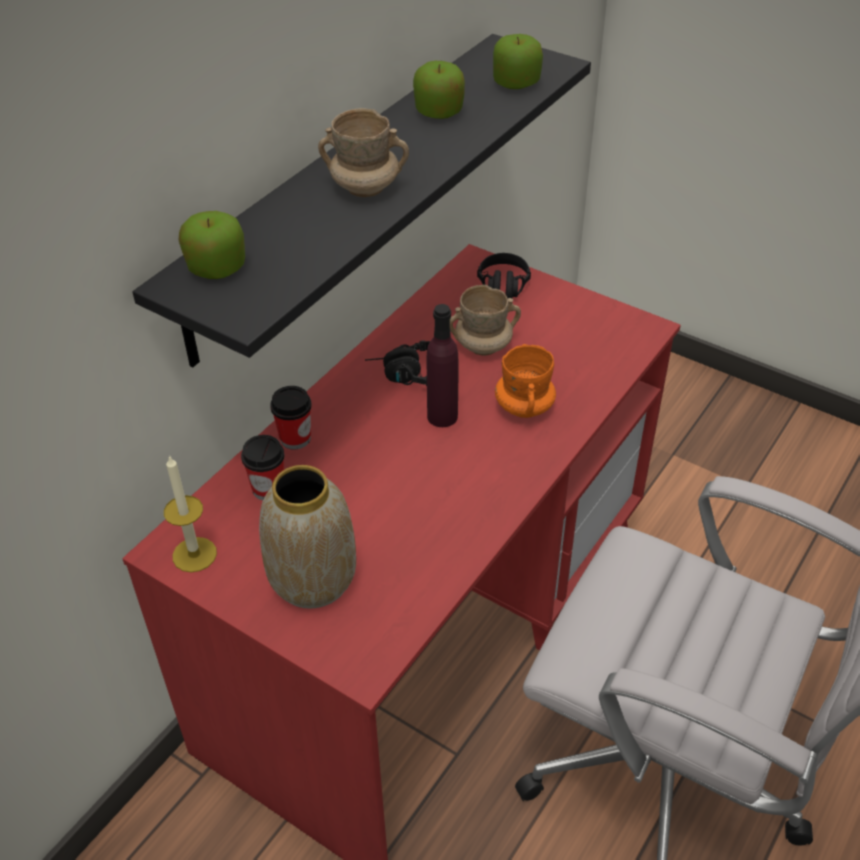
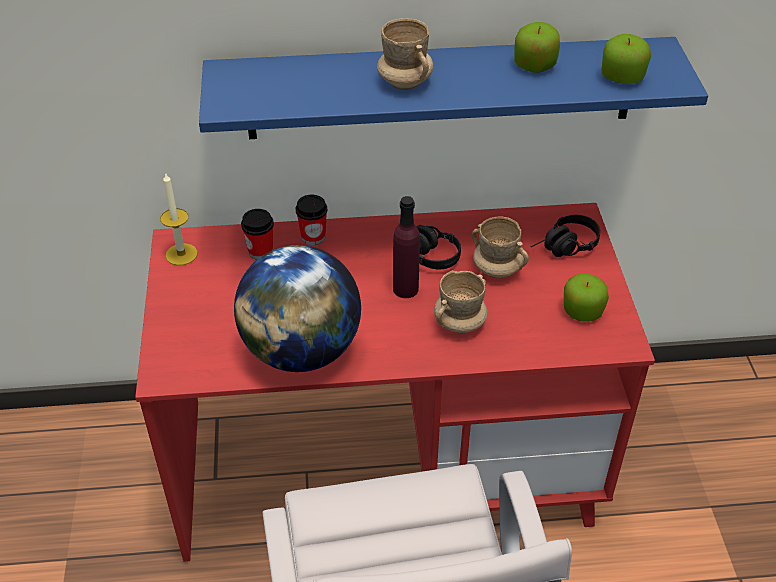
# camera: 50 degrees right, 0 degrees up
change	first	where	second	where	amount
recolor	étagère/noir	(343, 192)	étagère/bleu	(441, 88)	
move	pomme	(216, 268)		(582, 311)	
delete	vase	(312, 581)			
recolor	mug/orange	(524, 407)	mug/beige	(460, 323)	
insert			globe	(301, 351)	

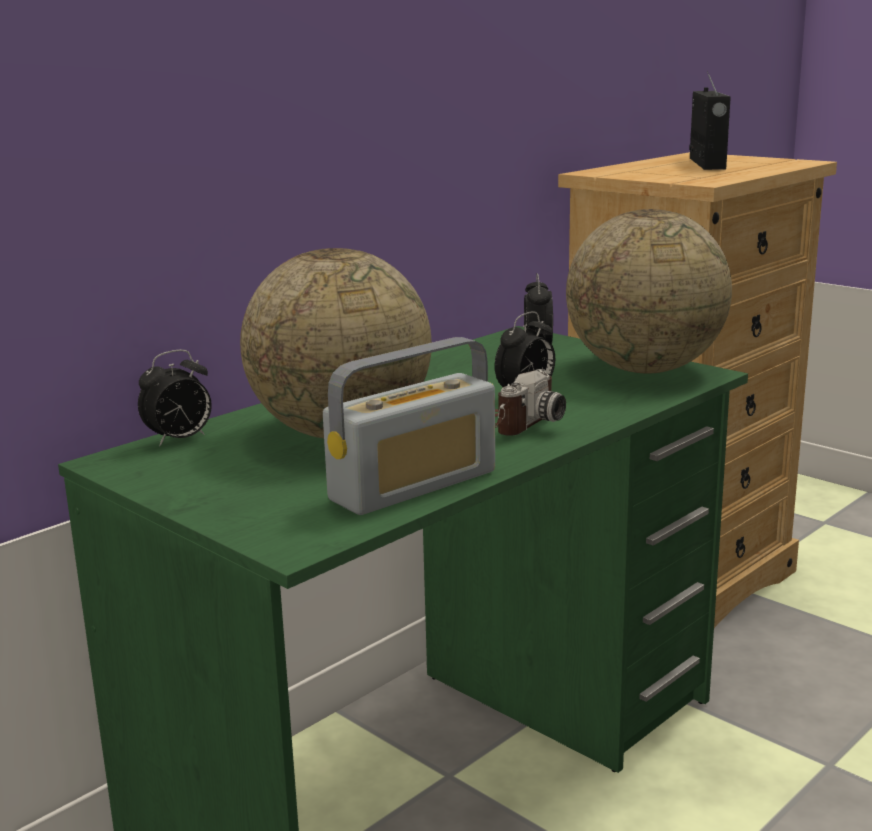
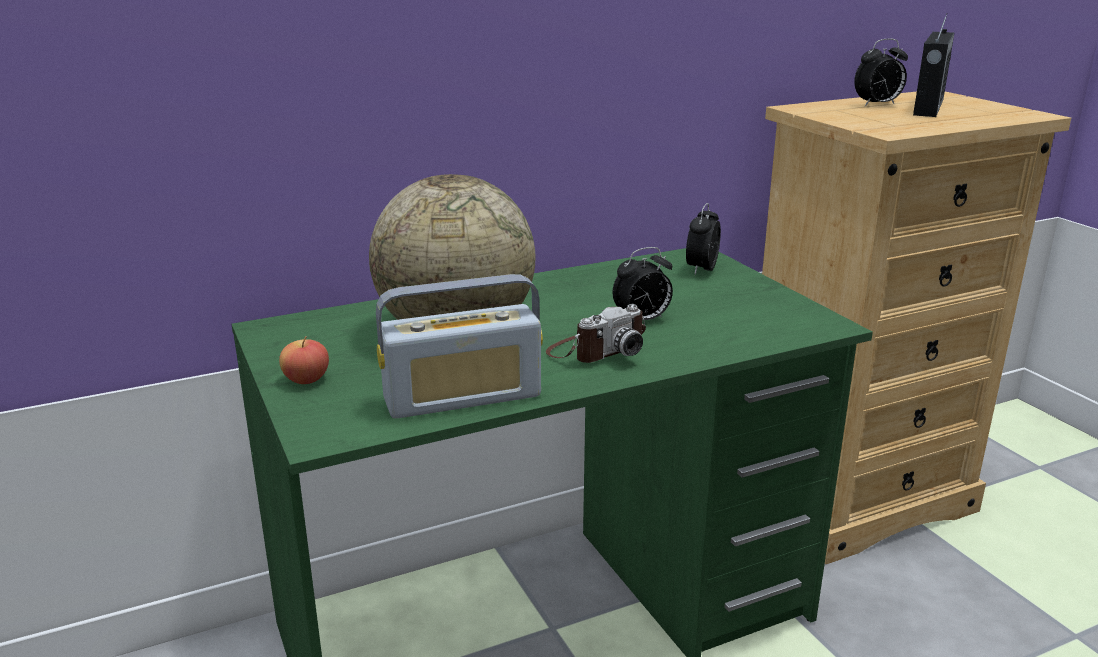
# camera: 20 degrees right, 5 degrees up
change	first	where	second	where	amount
move	réveil	(179, 440)		(877, 105)	
delete	globe	(644, 369)			
insert			pomme	(306, 379)	

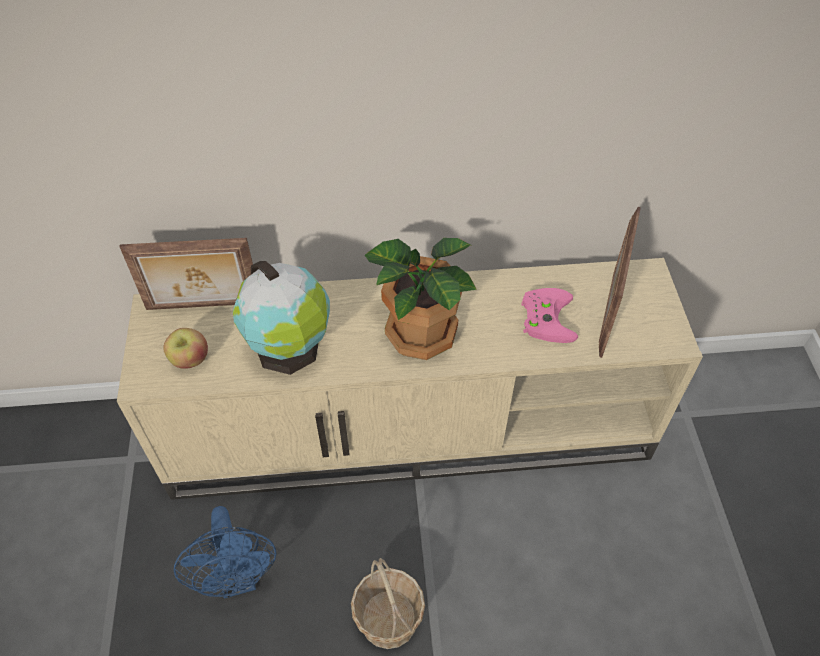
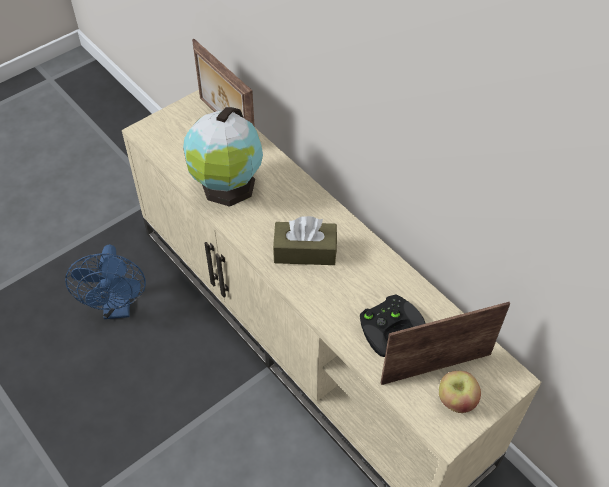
# camera: 55 degrees right, 0 degrees up
change	first	where	second	where	amount
move	pomme	(190, 360)		(456, 401)	
rotate	ventilateur/bleu	(238, 578)		(118, 307)	45 degrees counterclockwise
delete	panier	(388, 619)			
replace	plante en pot	(420, 332)	boîte à mouchoirs/marron	(305, 251)	
recolor	manette/rose	(545, 316)	manette/noir	(390, 324)	

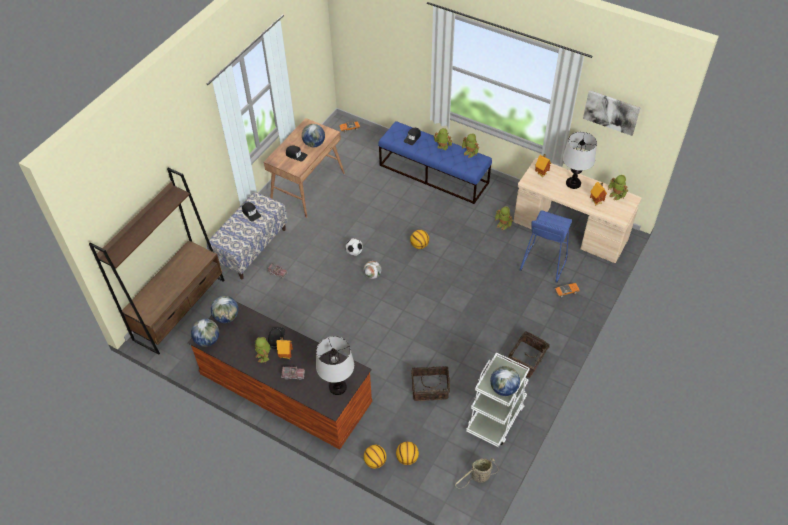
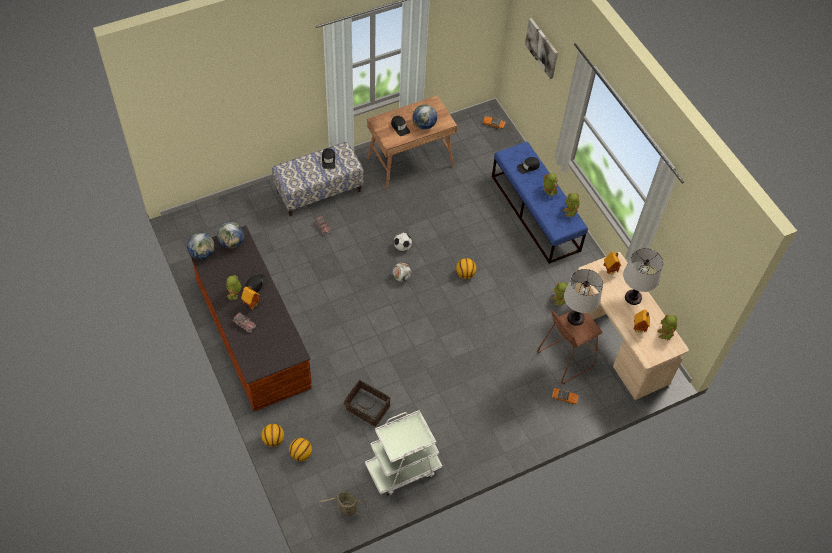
# camera: 30 degrees right, 5 degrees up
change	first	where	second	where	amount
delete	bibliothèque/marron	(180, 309)			
move	lampe de table	(337, 387)		(575, 318)	
delete	globe	(503, 388)			
delete	panier	(526, 361)			
recolor	tabouret/bleu	(543, 263)	tabouret/marron	(565, 359)	
move	tableau	(611, 112)		(542, 48)	

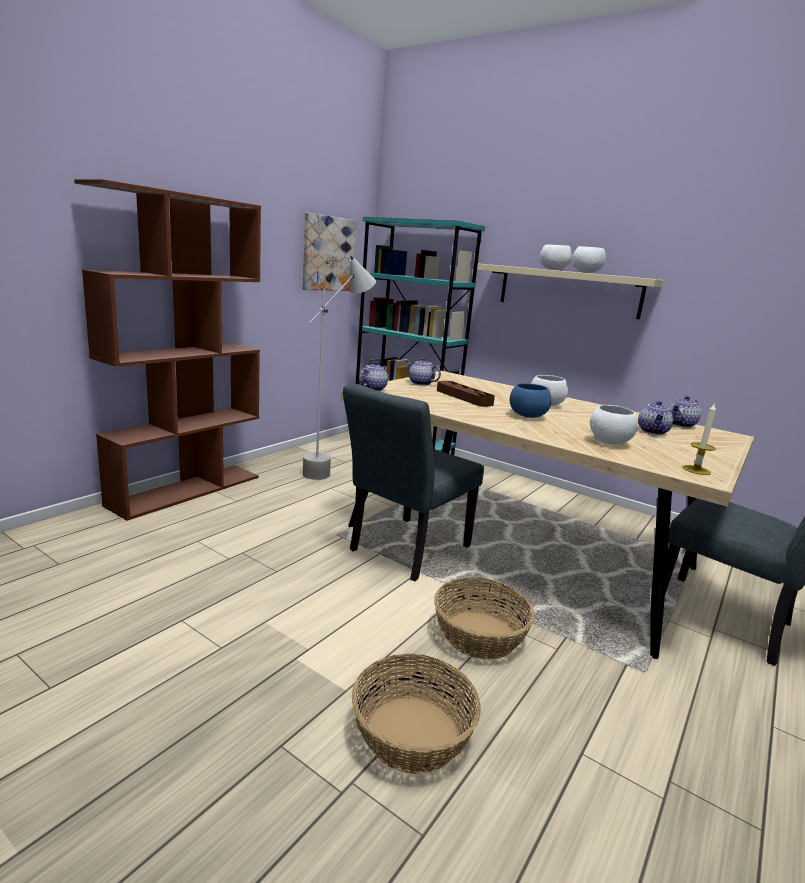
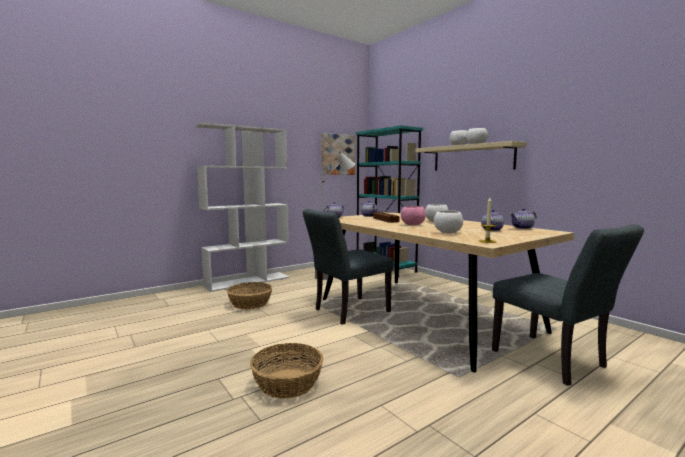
# camera: 20 degrees right, 10 degrees down
change	first	where	second	where	amount
recolor	bibliothèque/marron	(187, 490)	bibliothèque/blanc	(248, 281)	
move	panier	(478, 634)		(250, 303)	
recolor	bol/bleu	(527, 416)	bol/rose	(413, 225)	

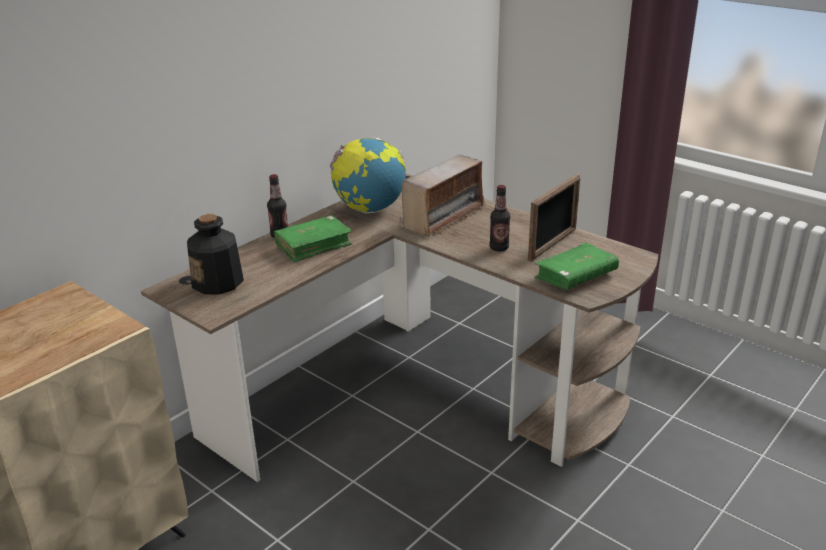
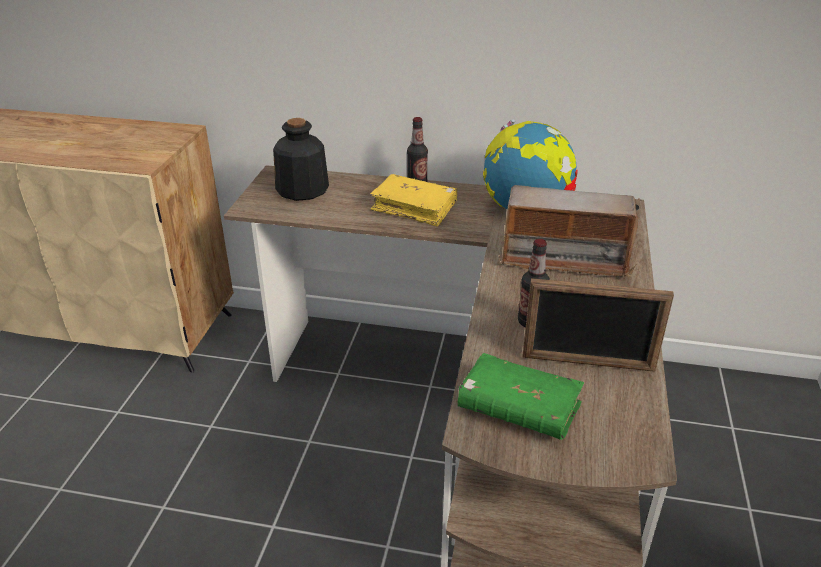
# camera: 60 degrees right, 5 degrees up
change	first	where	second	where	amount
recolor	livre/vert	(313, 245)	livre/jaune	(414, 208)	

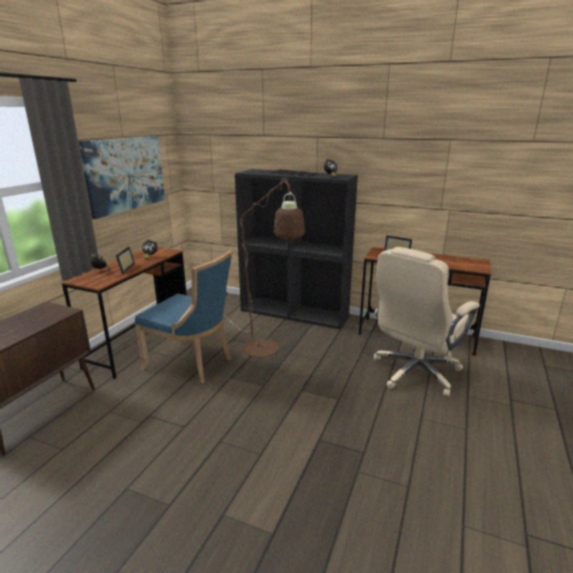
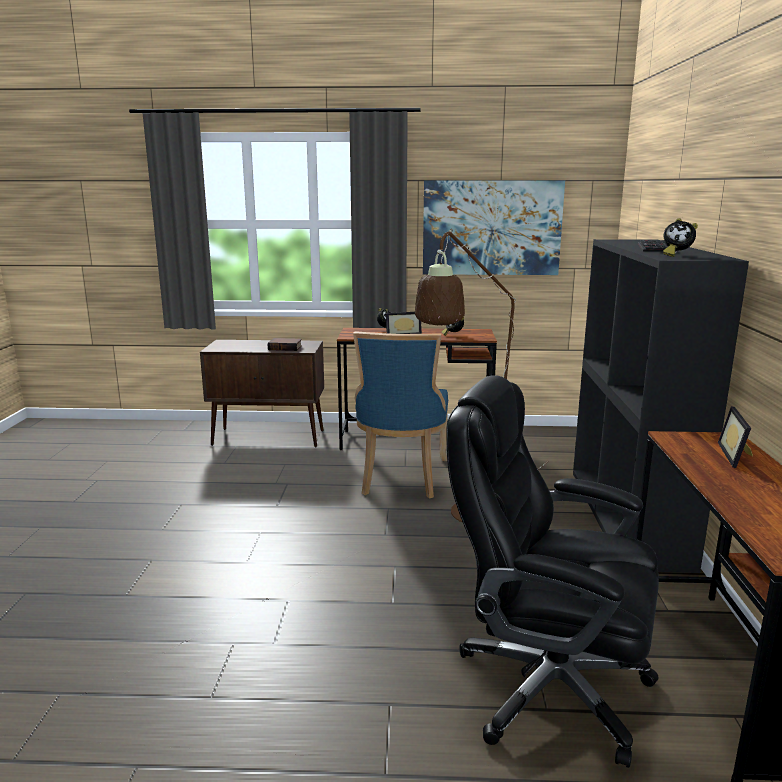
# camera: 70 degrees right, 5 degrees down
change	first	where	second	where	amount
recolor	chaise de bureau/beige	(415, 372)	chaise de bureau/noir	(547, 687)	
insert			livre	(286, 347)	

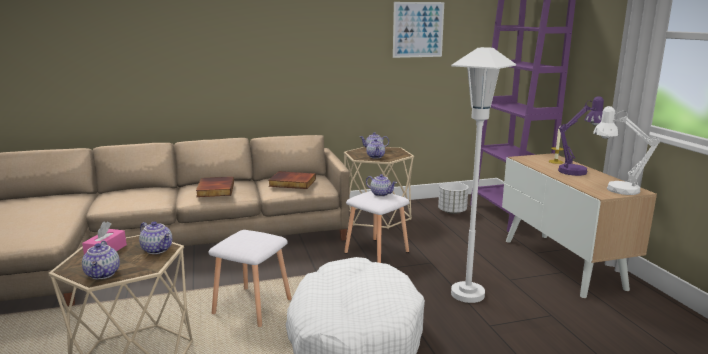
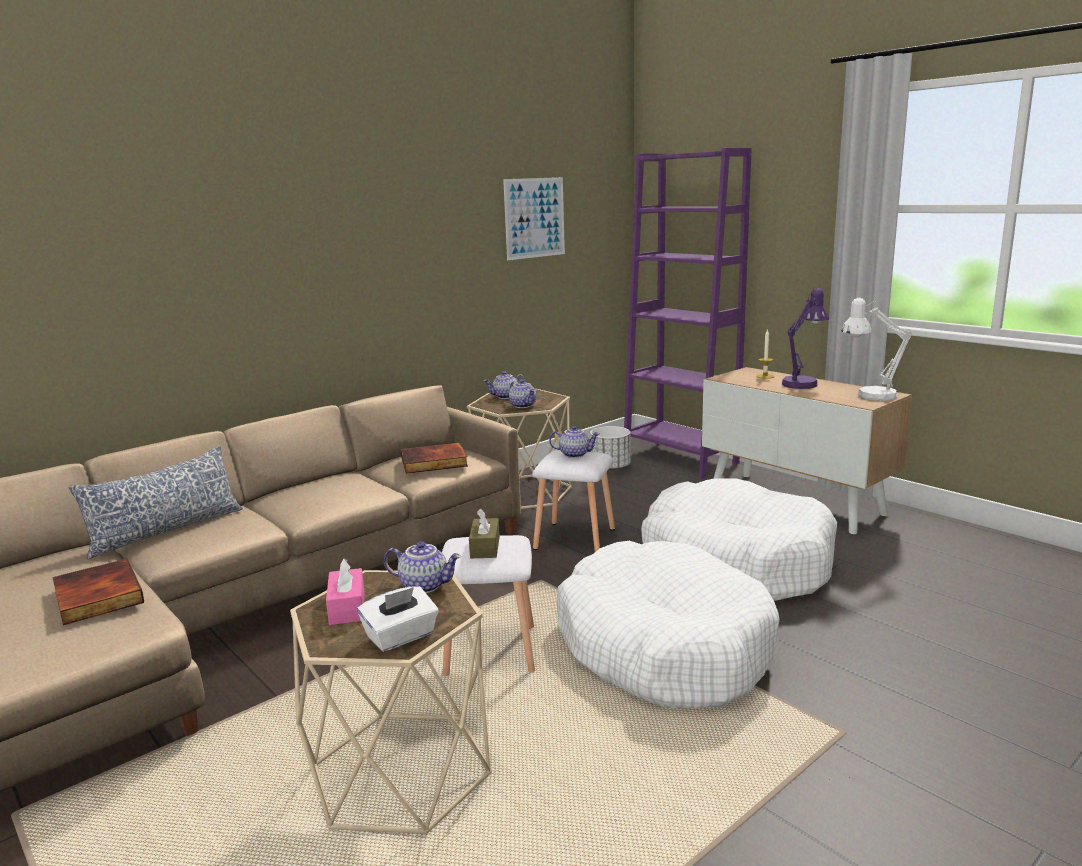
# camera: 25 degrees left, 0 degrees up
change	first	where	second	where	amount
replace	théière	(103, 274)	boîte à mouchoirs/blanc	(401, 637)	
move	livre	(214, 189)		(96, 596)	
replace	lampadaire/blanc	(467, 294)	panier pour chien/blanc	(736, 561)	
insert			coussin	(165, 530)	
insert			boîte à mouchoirs/marron	(485, 547)	

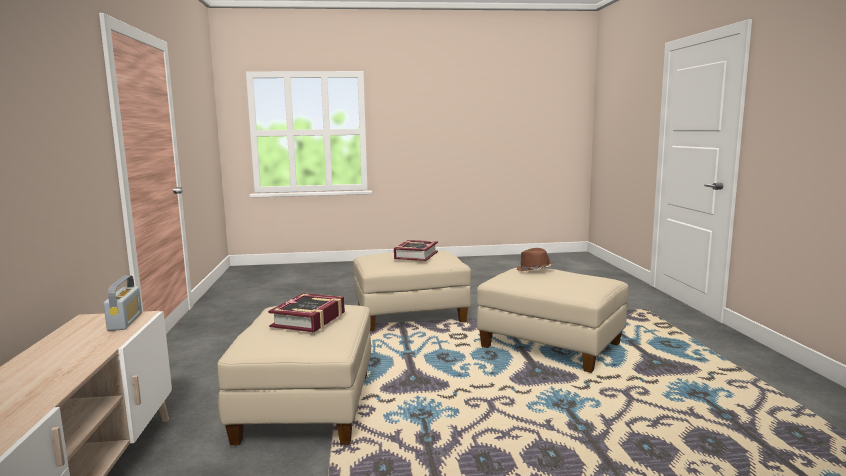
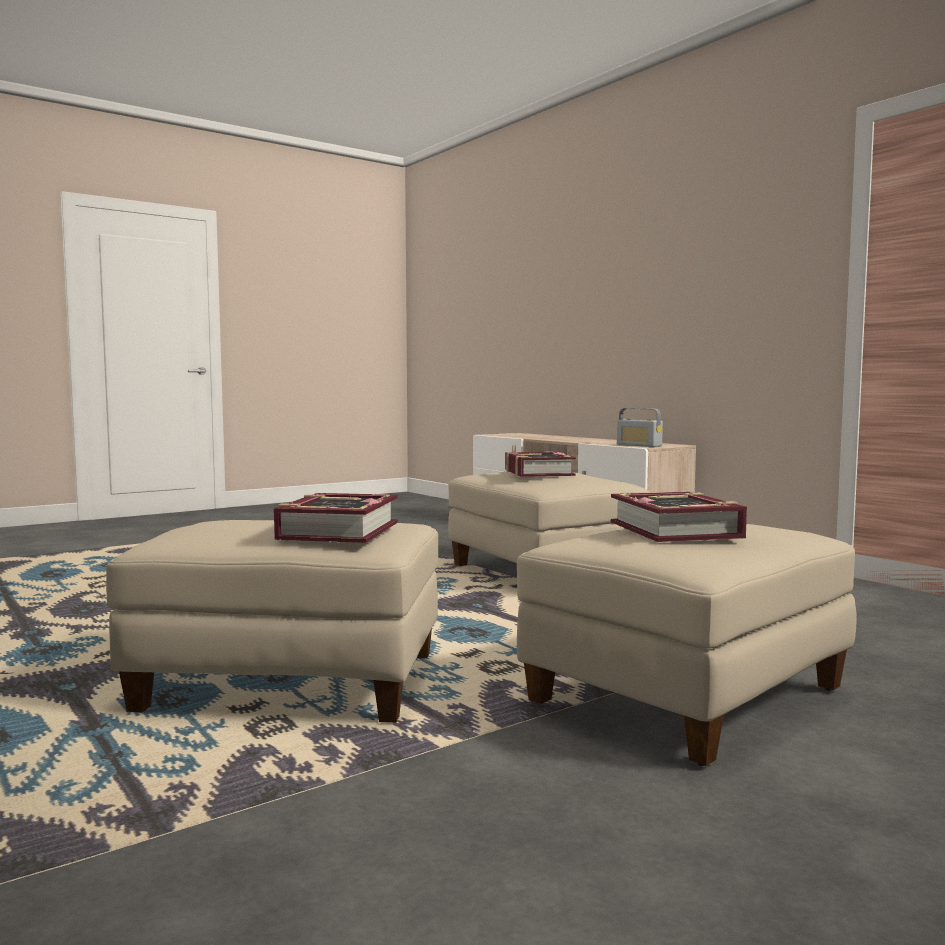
# camera: 150 degrees right, 5 degrees down
change	first	where	second	where	amount
replace	chapeau/marron	(534, 270)	livre	(338, 531)	

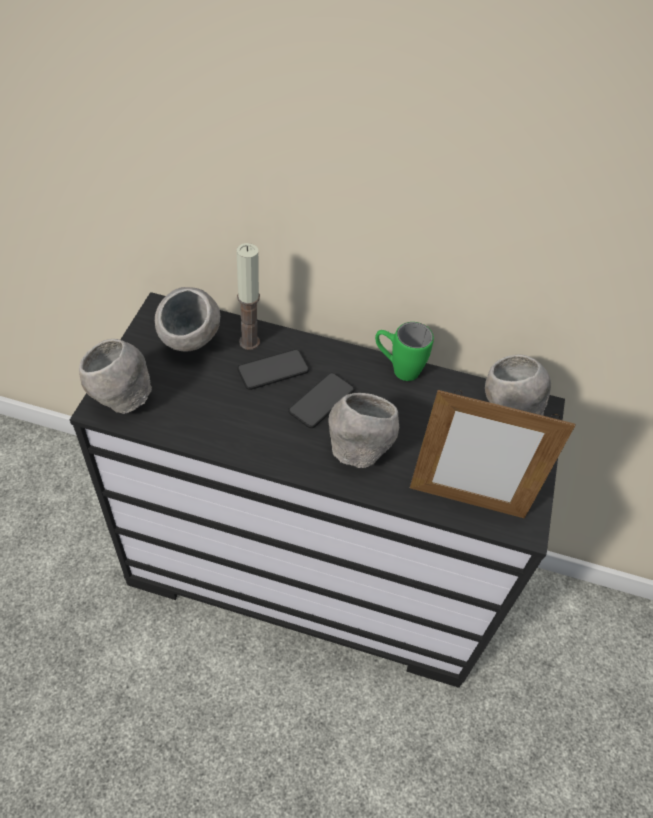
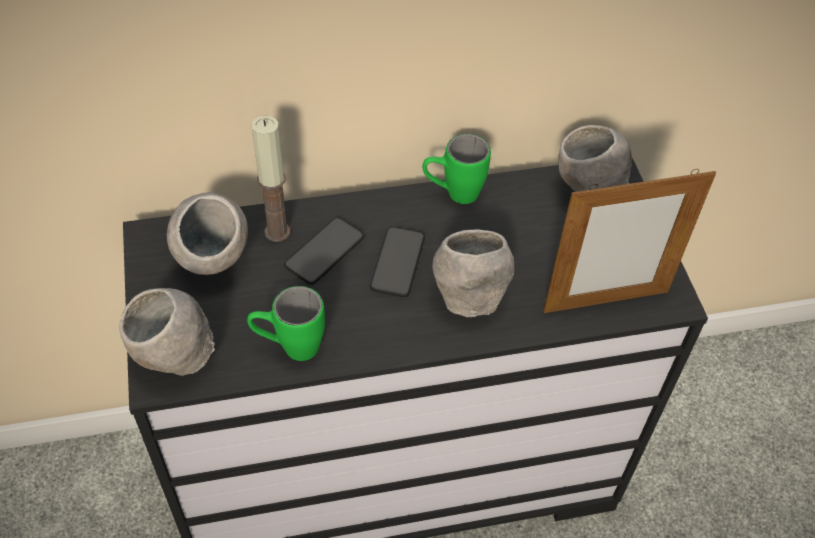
# camera: 25 degrees left, 0 degrees up
change	first	where	second	where	amount
insert			mug/vert	(289, 347)	

